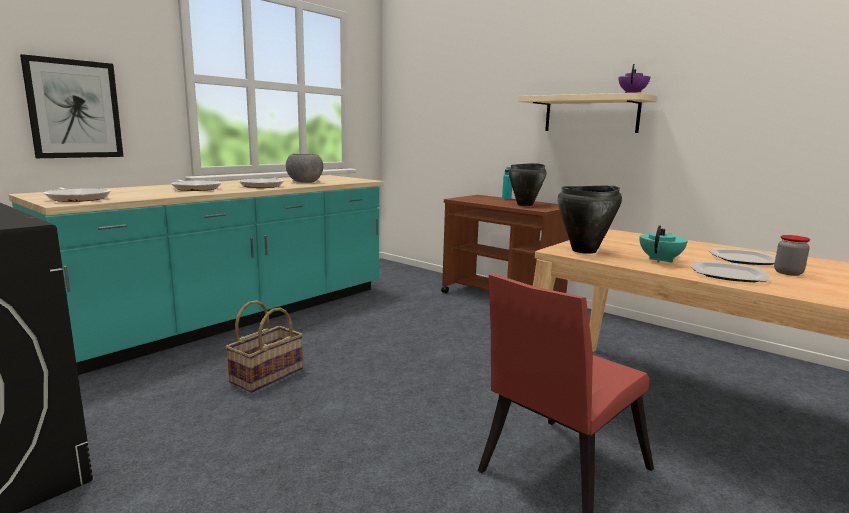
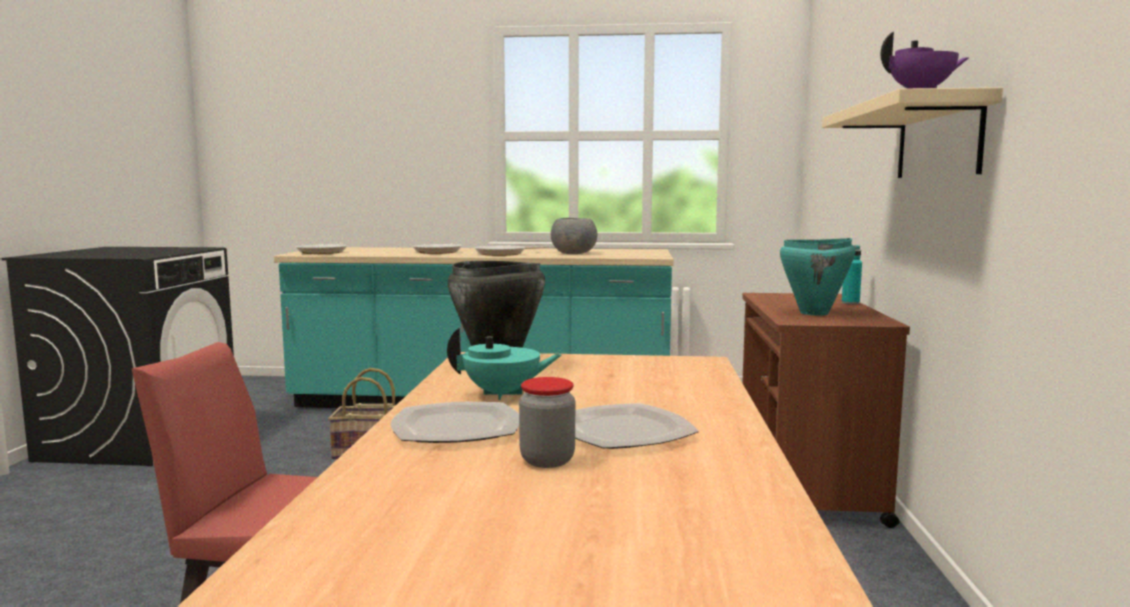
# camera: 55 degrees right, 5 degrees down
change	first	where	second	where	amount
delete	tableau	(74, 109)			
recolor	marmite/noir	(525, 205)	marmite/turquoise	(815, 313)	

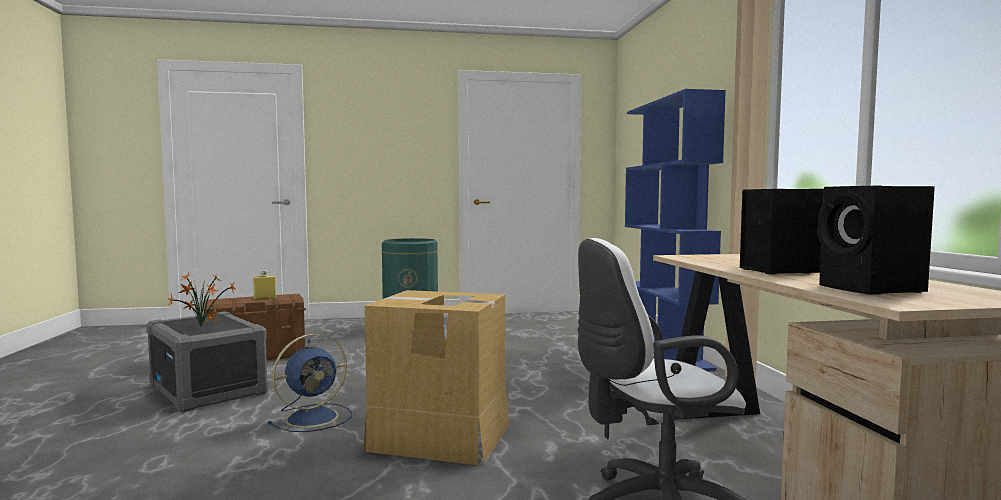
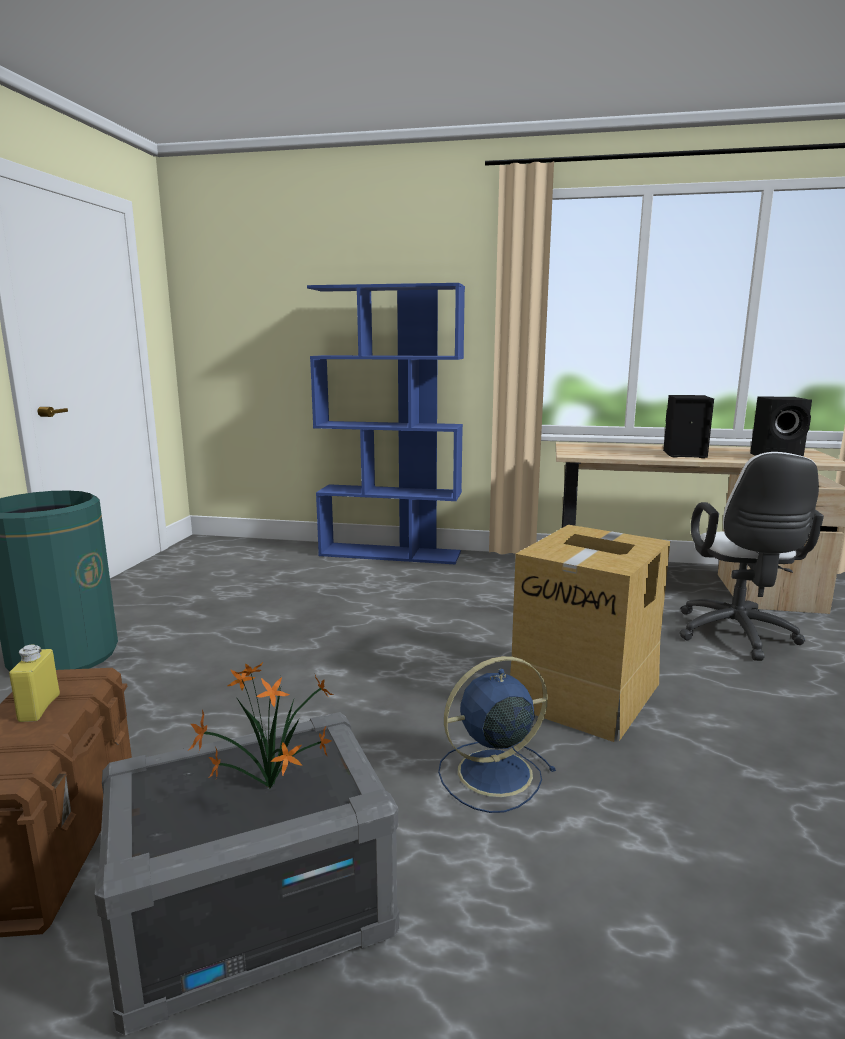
# camera: 70 degrees left, 10 degrees up
change	first	where	second	where	amount
rotate	ventilateur/bleu	(314, 417)		(491, 773)	90 degrees counterclockwise

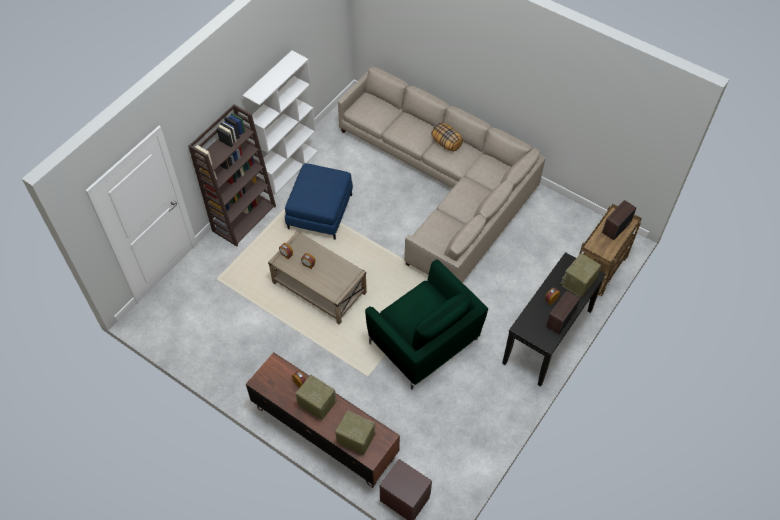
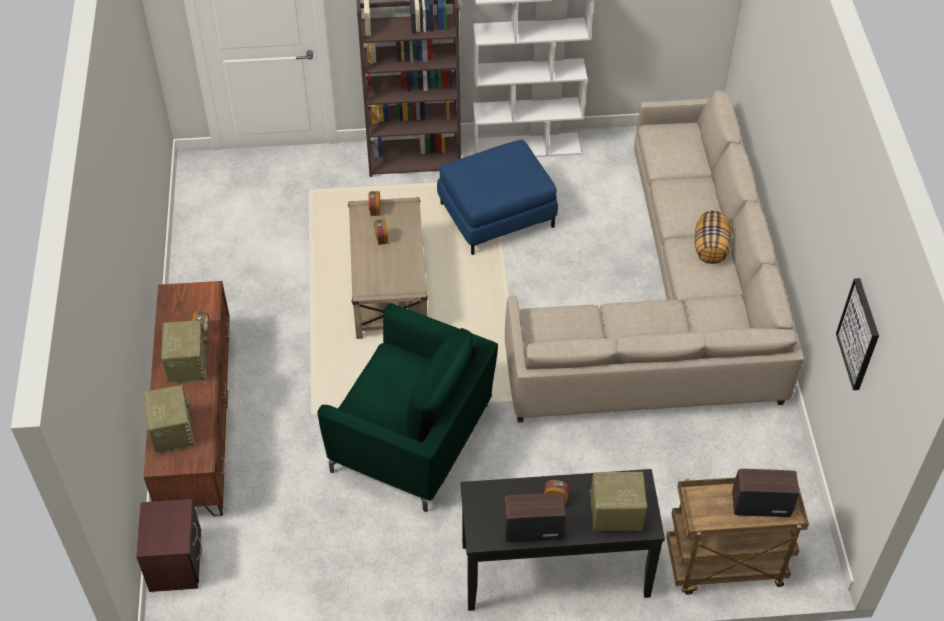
# camera: 50 degrees right, 5 degrees down
change	first	where	second	where	amount
rotate	fauteuil/vert	(424, 343)		(412, 439)	75 degrees counterclockwise
insert			tableau	(859, 334)	

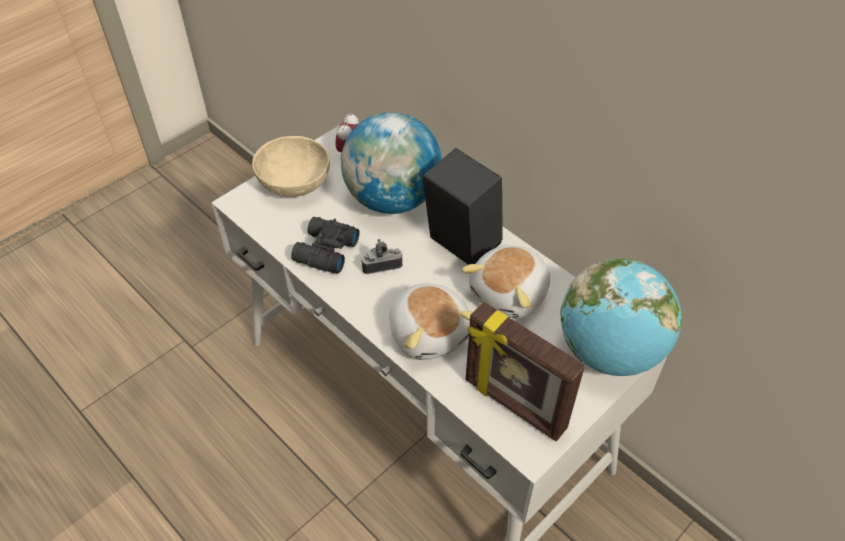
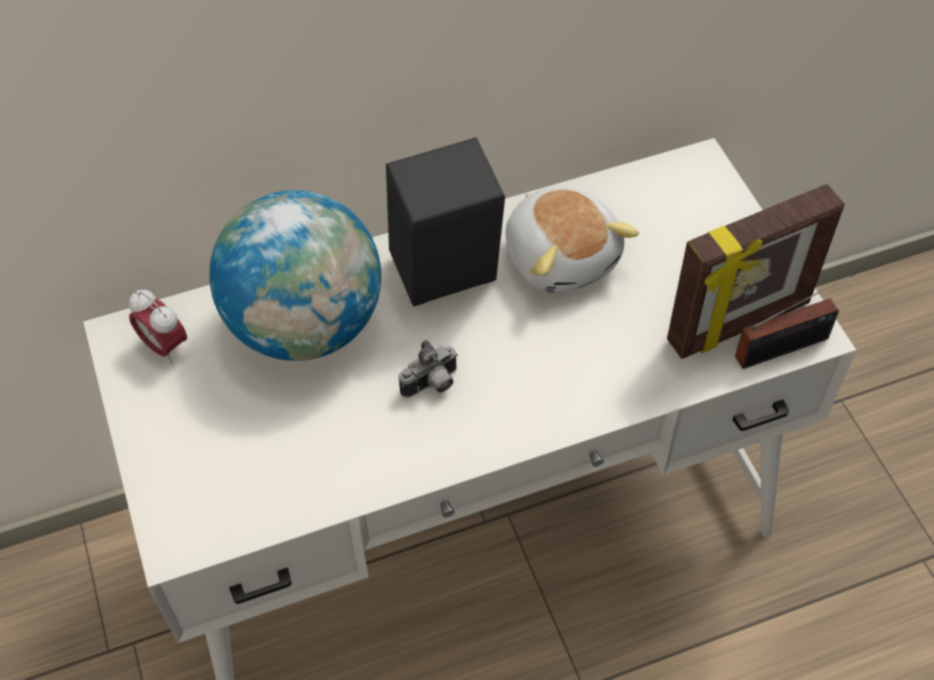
# camera: 65 degrees left, 5 degrees up
change	first	where	second	where	amount
delete	bol/beige	(294, 183)			
delete	jumelles/noir	(324, 252)			
rotate	appareil photo	(381, 265)		(432, 385)	135 degrees counterclockwise
delete	peluche	(430, 332)			
delete	globe	(609, 351)			
insert			radio	(787, 347)	

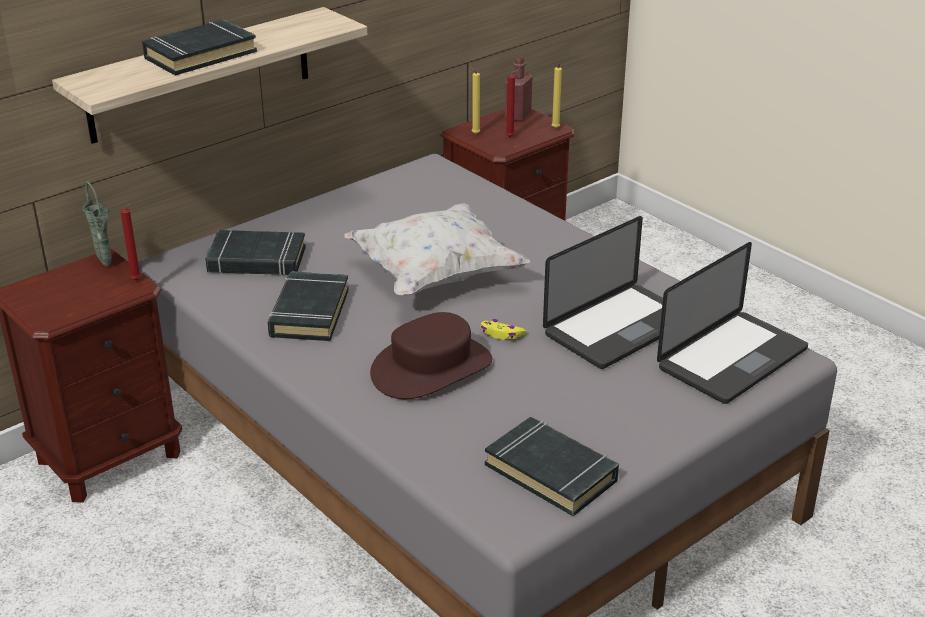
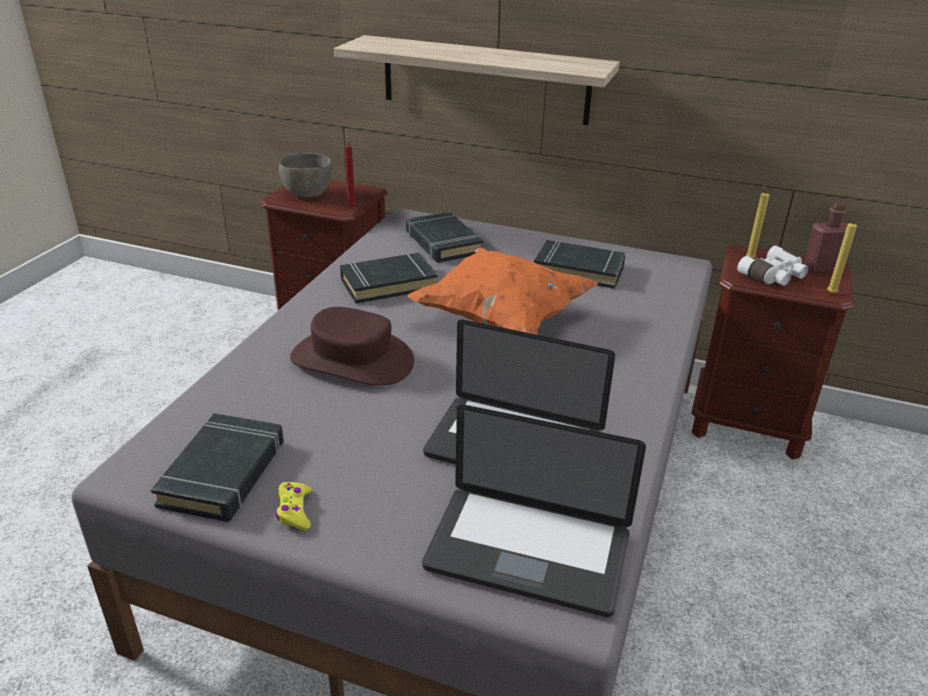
# camera: 60 degrees right, 0 degrees up
change	first	where	second	where	amount
delete	vase/vert	(106, 266)			
move	livre/noir	(200, 55)		(579, 270)	
recolor	coussin/blanc	(435, 276)	coussin/orange	(501, 319)	
move	manette/jaune	(501, 334)		(294, 511)	
replace	bougie/rouge	(511, 137)	jumelles/blanc	(774, 277)	
insert			bol/gris	(307, 194)	

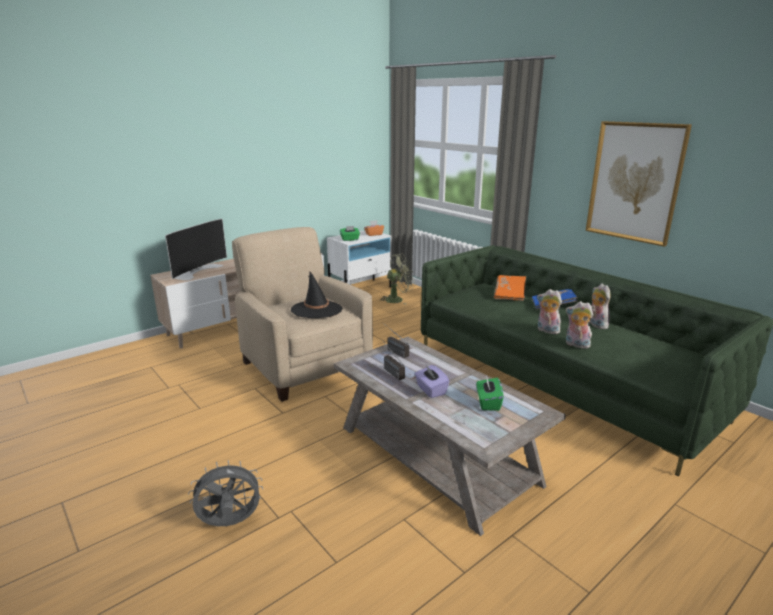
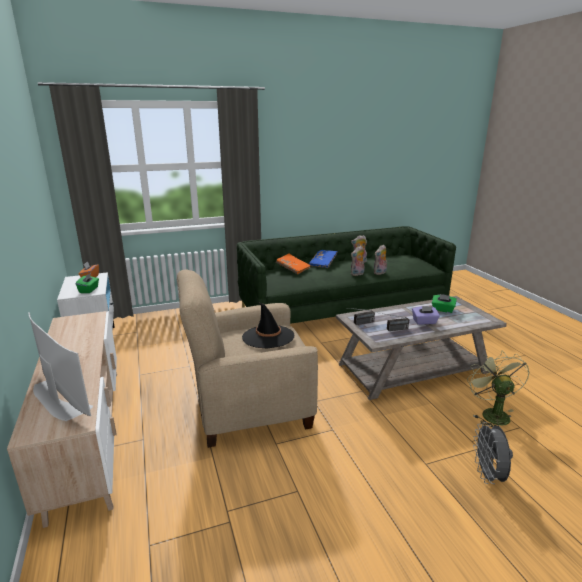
# camera: 70 degrees left, 0 degrees up
change	first	where	second	where	amount
move	ventilateur/vert	(397, 299)		(491, 413)	
delete	tableau	(634, 182)			

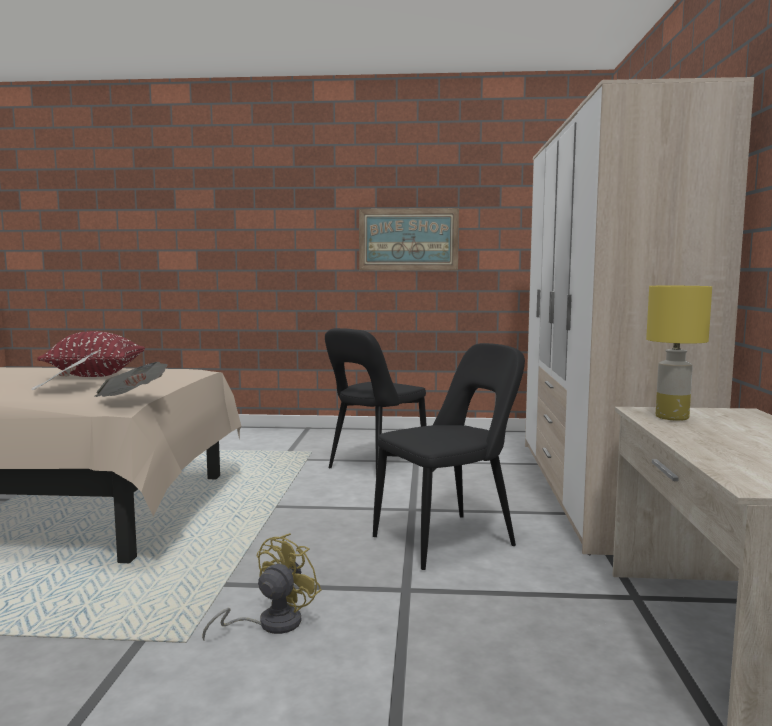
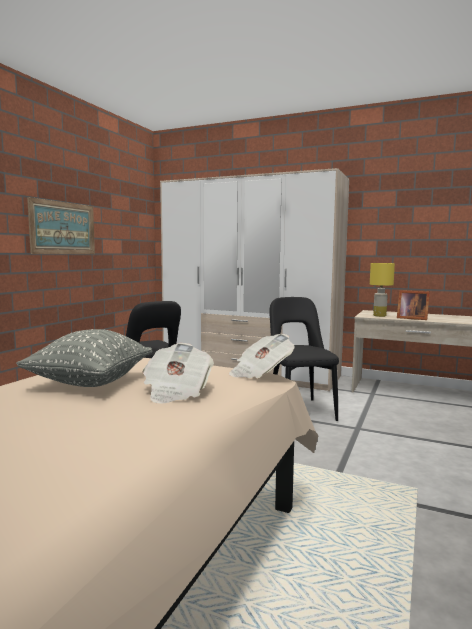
# camera: 70 degrees left, 0 degrees up
change	first	where	second	where	amount
recolor	coussin/rouge	(96, 375)	coussin/gris	(90, 382)	
delete	ventilateur/jaune	(270, 624)			
insert			cadre photo	(411, 318)	

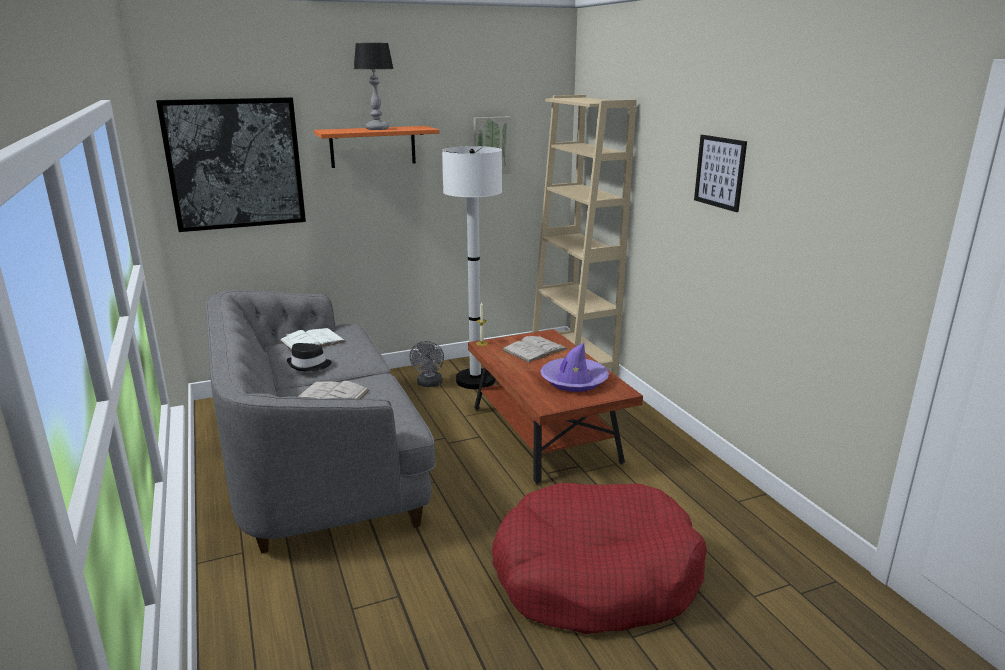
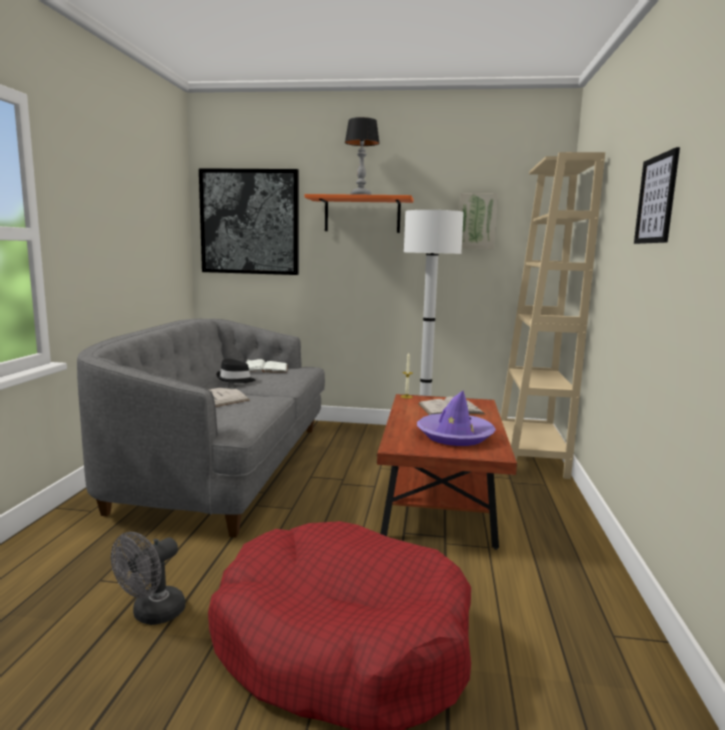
# camera: 30 degrees right, 10 degrees down
change	first	where	second	where	amount
move	ventilateur/gris	(429, 384)		(152, 615)	

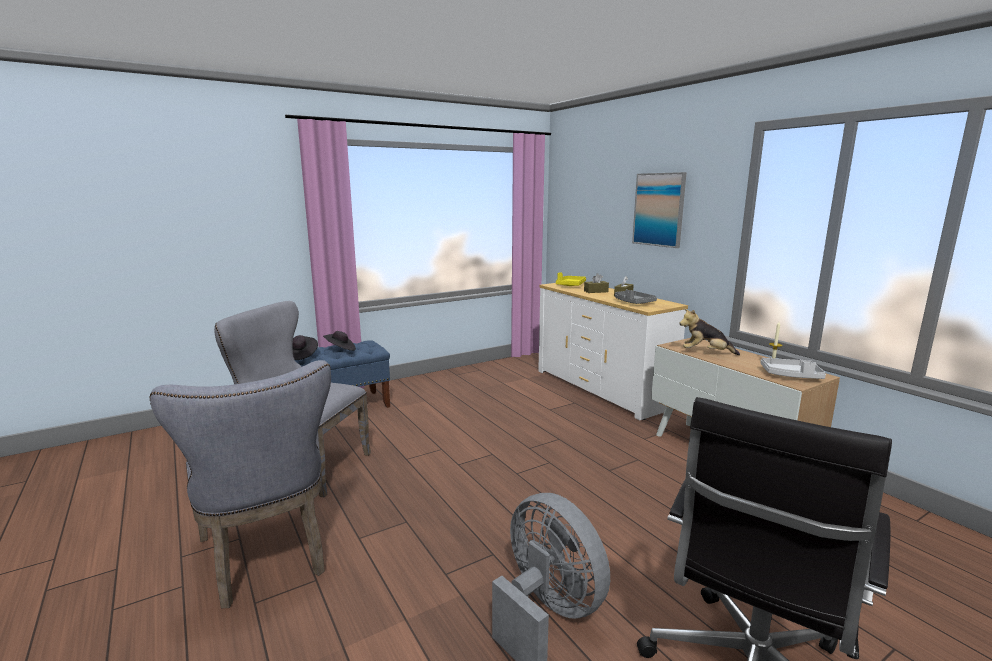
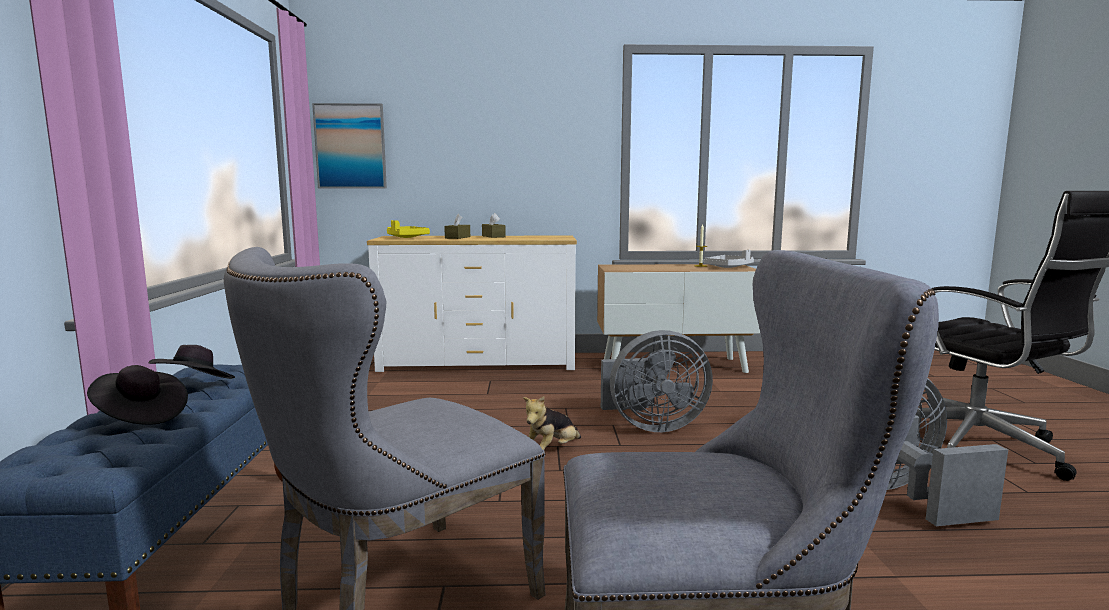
# camera: 60 degrees left, 5 degrees down
change	first	where	second	where	amount
delete	plateau/gris	(633, 302)			
move	tableau	(659, 209)		(350, 146)	
move	peluche	(705, 353)		(551, 451)	
insert			ventilateur/gris	(651, 426)	

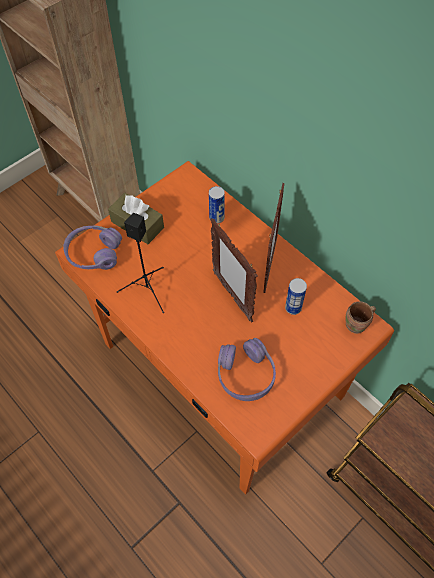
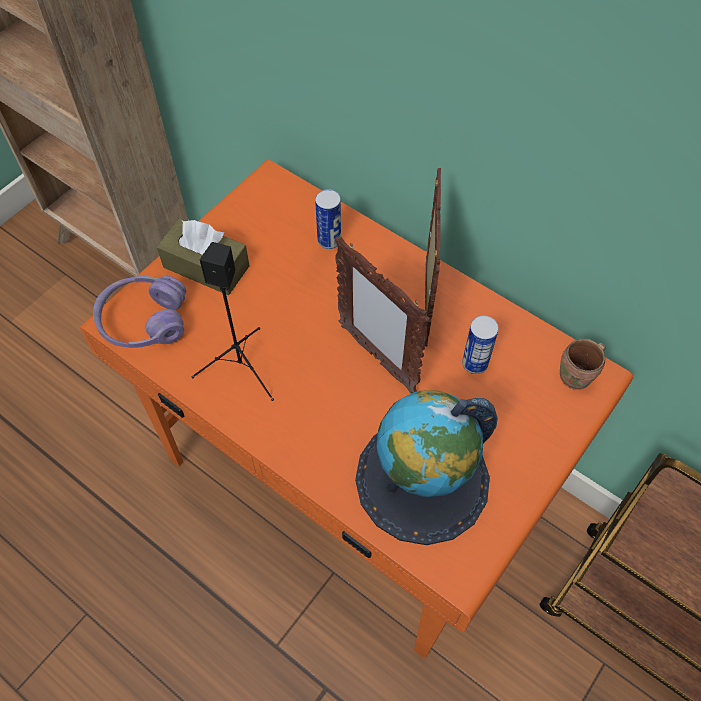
# camera: 10 degrees left, 0 degrees up
change	first	where	second	where	amount
replace	casque audio/violet	(245, 374)	globe	(422, 480)	

